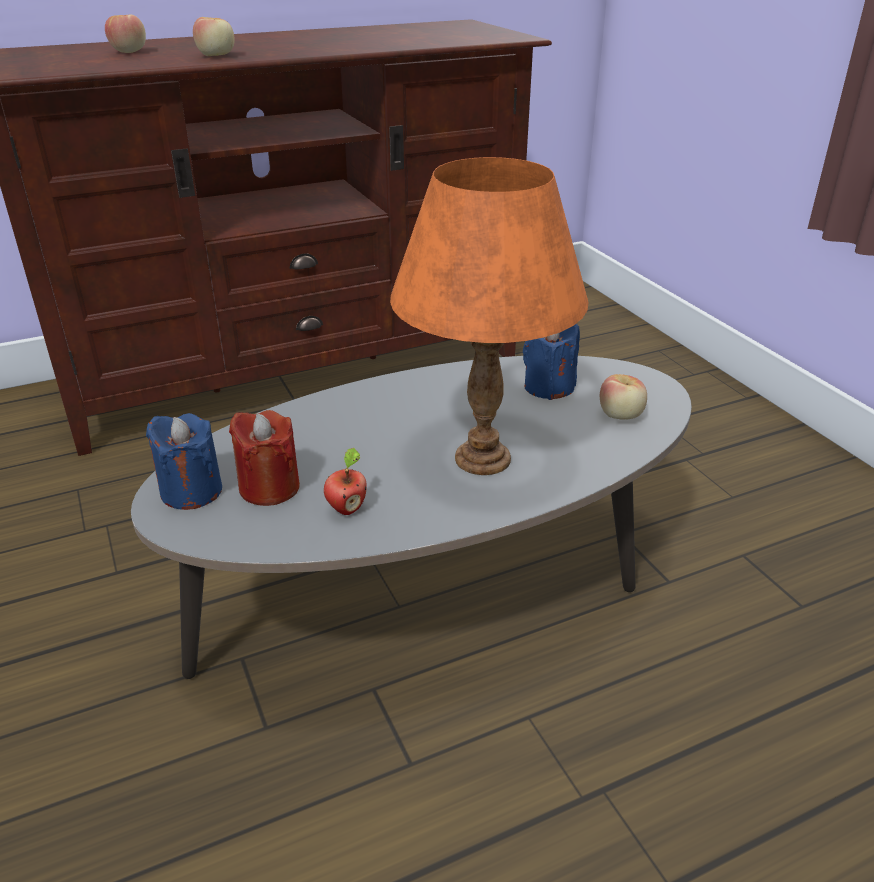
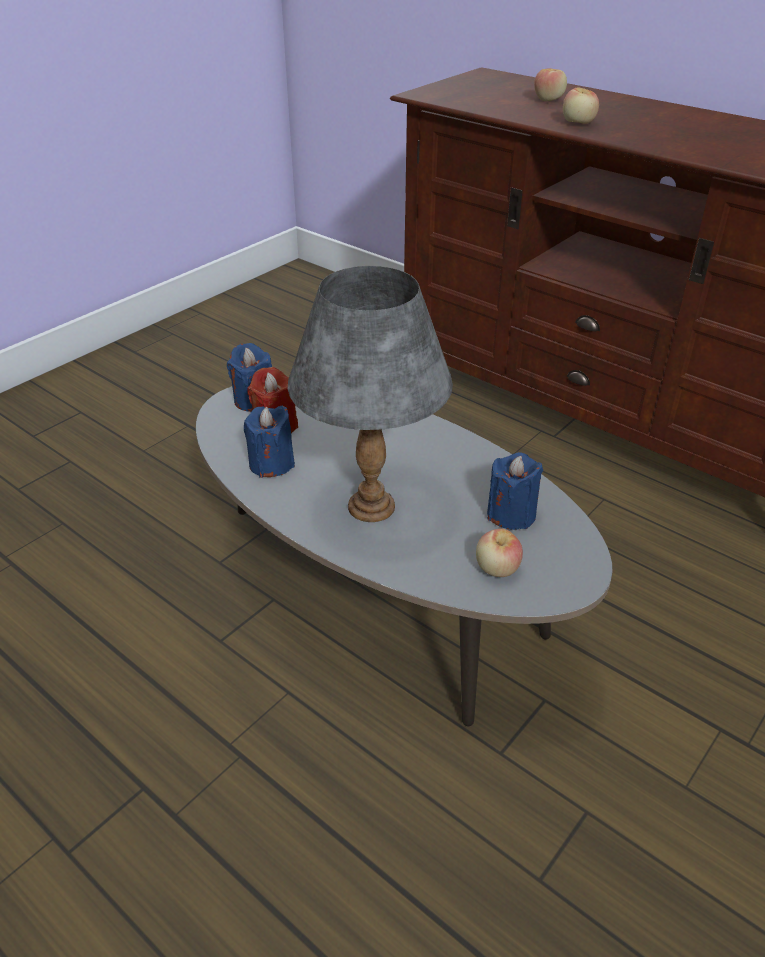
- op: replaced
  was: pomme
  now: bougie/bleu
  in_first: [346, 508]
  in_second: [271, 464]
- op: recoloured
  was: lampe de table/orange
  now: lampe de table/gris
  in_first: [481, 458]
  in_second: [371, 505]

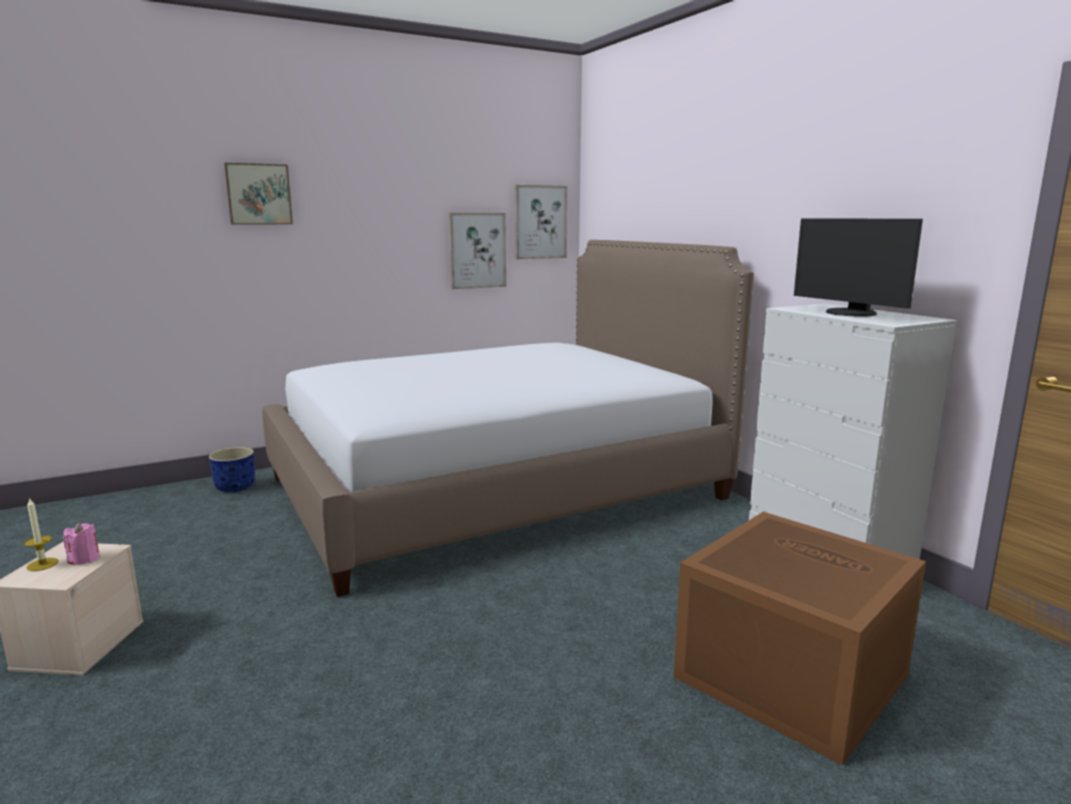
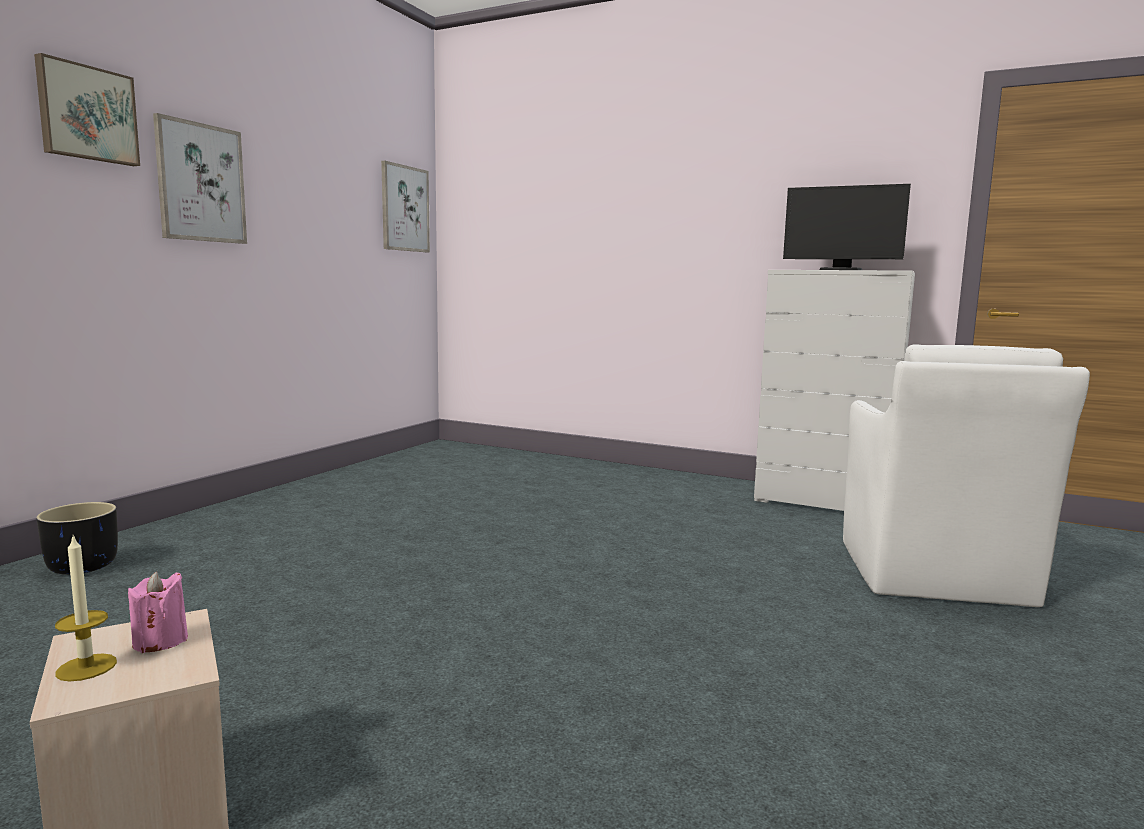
- op: recoloured
  was: cache-pot/bleu
  now: cache-pot/noir
  in_first: [236, 487]
  in_second: [83, 566]
- op: moved
  was: tableau
  in_first: [477, 250]
  in_second: [200, 183]
- op: replaced
  was: boîte de rangement/marron
  now: fauteuil/blanc
  in_first: [787, 676]
  in_second: [932, 574]
- op: removed
  was: lit
  in_first: [496, 488]

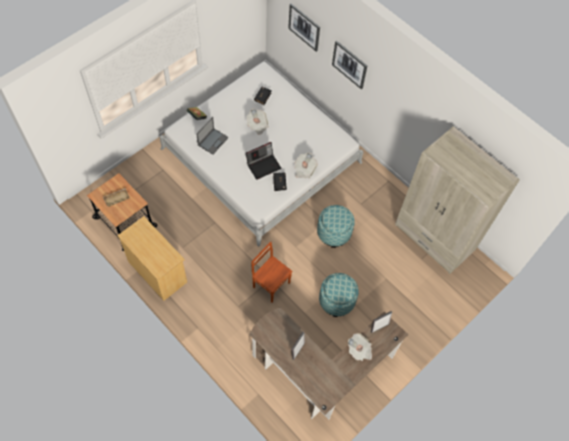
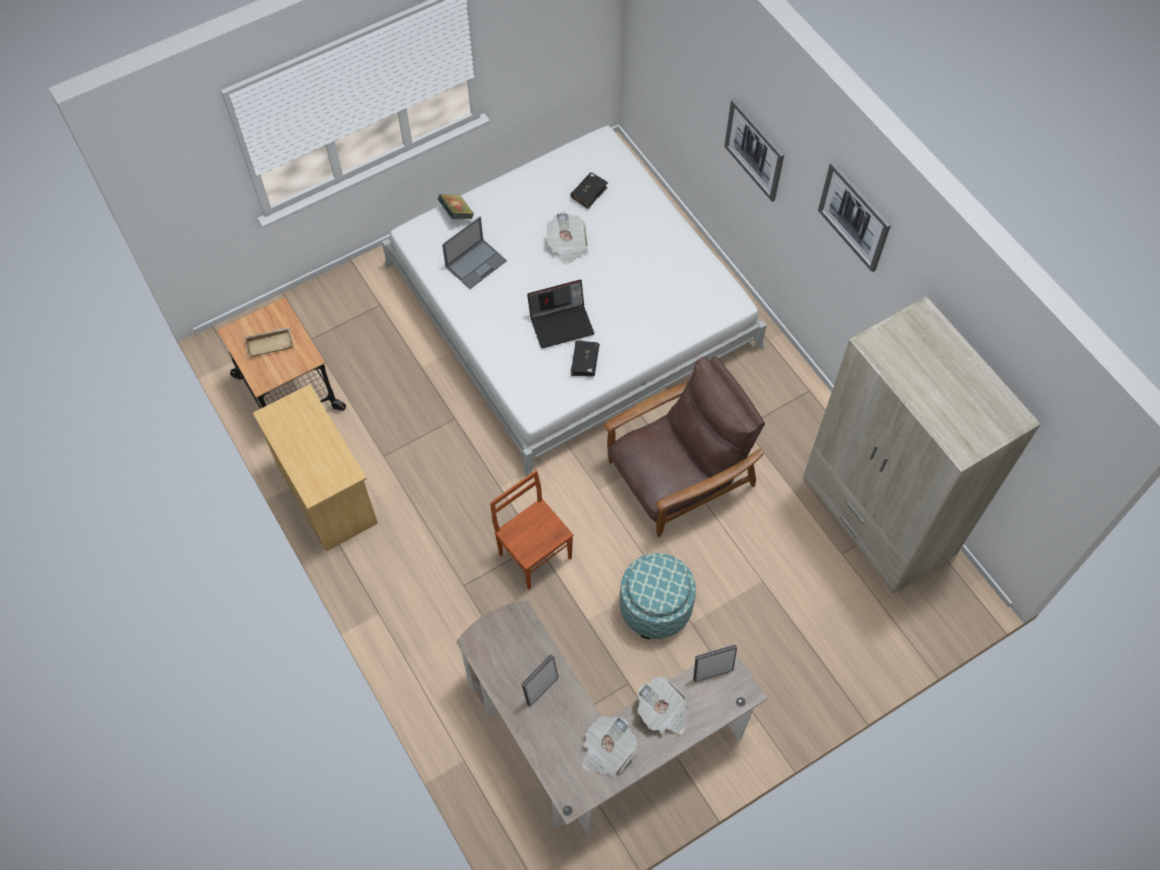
- op: moved
  was: journal
  in_first: [304, 169]
  in_second: [606, 751]
- op: replaced
  was: pouf
  now: fauteuil/marron
  in_first: [334, 232]
  in_second: [679, 475]
- op: moved
  was: tableau
  in_first: [304, 27]
  in_second: [854, 216]

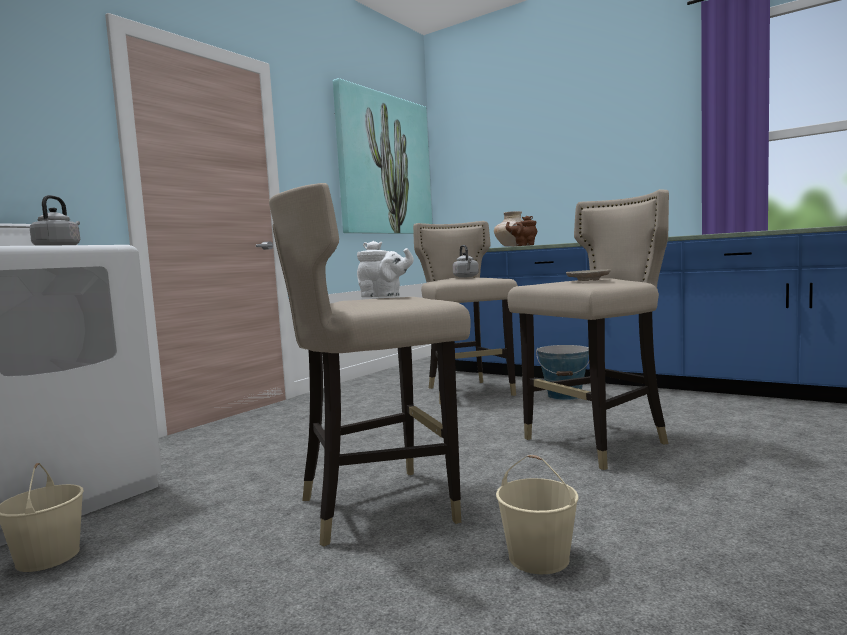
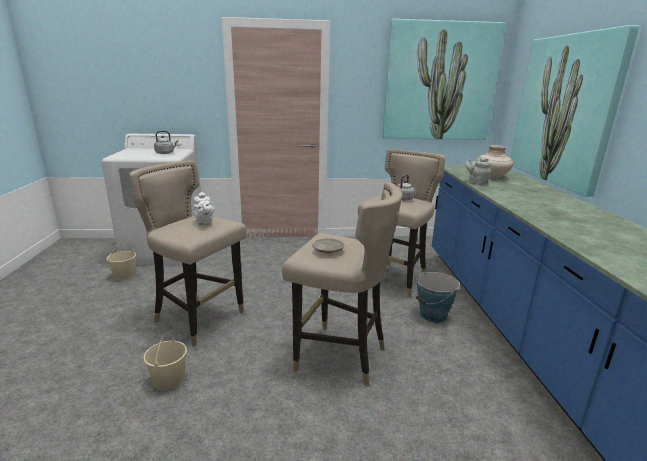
- op: recoloured
  was: théière/marron
  now: théière/gris
  in_first: [523, 245]
  in_second: [476, 182]
- op: added
  now: tableau
  in_second: [564, 110]

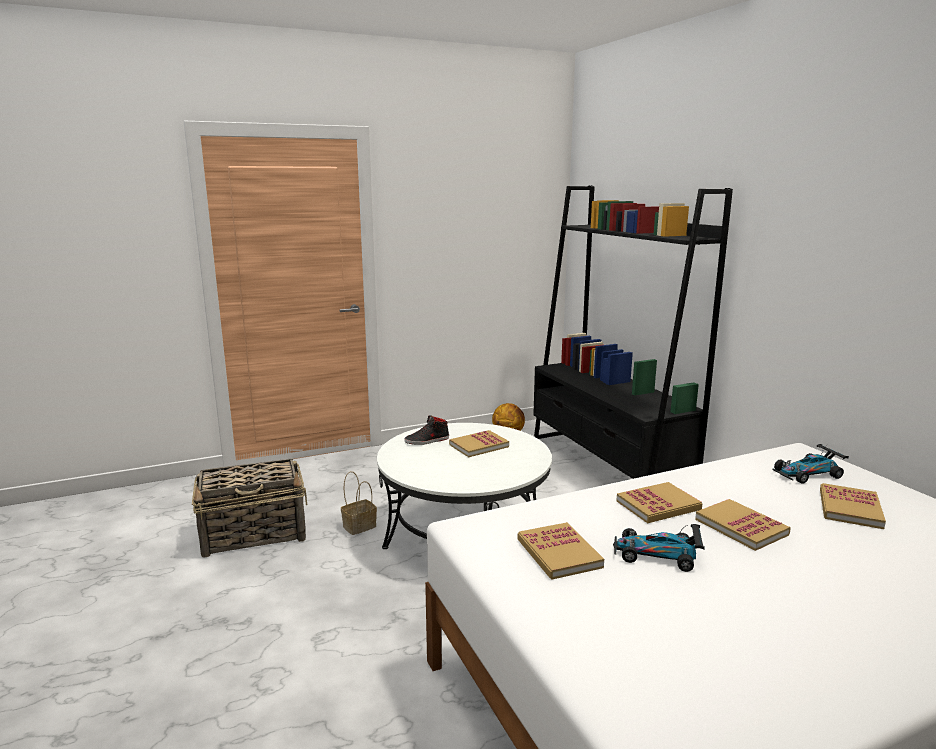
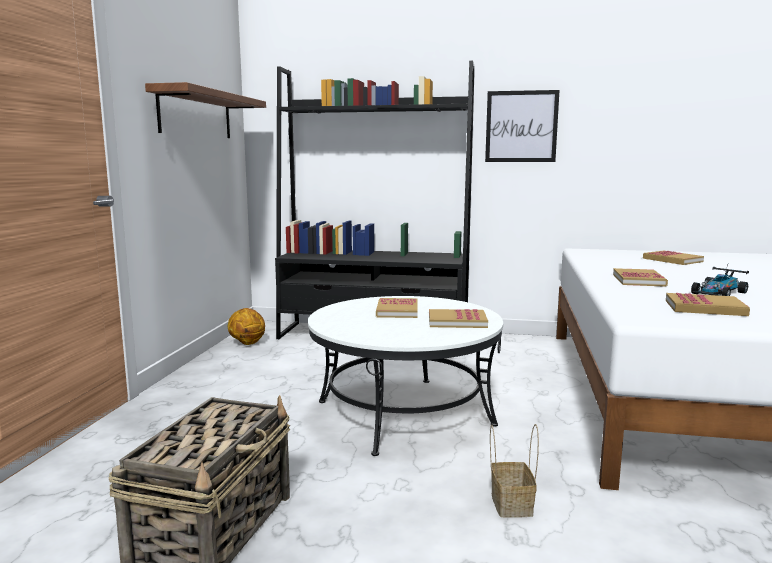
- op: added
  now: étagère
  in_second: [196, 115]
- op: moved
  was: livre
  in_first: [741, 527]
  in_second: [457, 321]
- op: added
  now: tableau
  in_second: [521, 126]
- op: moved
  was: panier
  in_first: [360, 526]
  in_second: [510, 503]
- op: removed
  was: chaussure/noir
  in_first: [427, 440]
- op: removed
  was: petite voiture
  in_first: [807, 473]

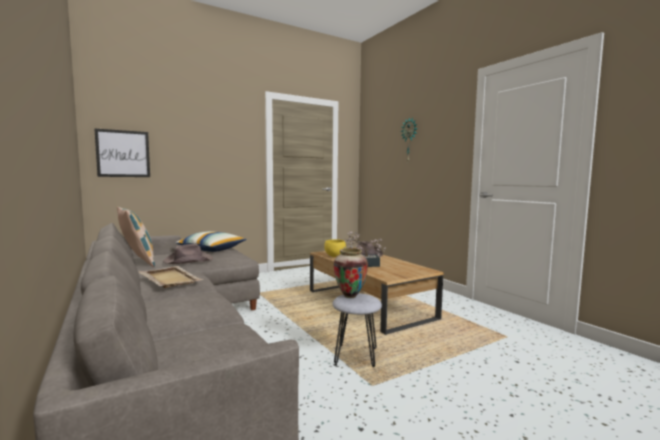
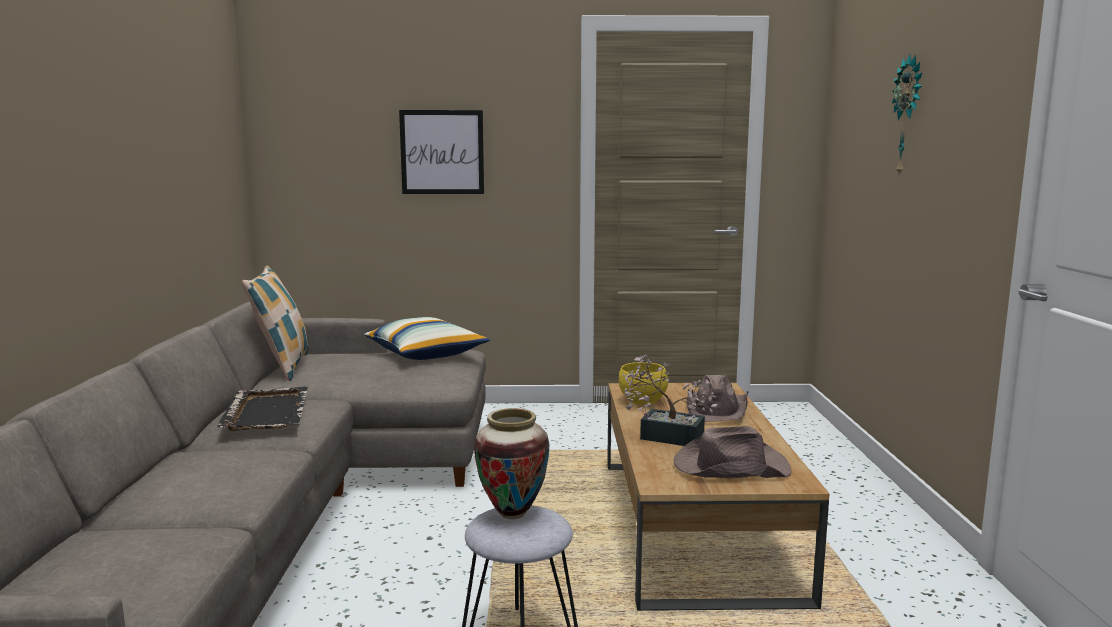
- op: recoloured
  was: plateau/beige
  now: plateau/noir
  in_first: [169, 278]
  in_second: [267, 412]
- op: moved
  was: tableau
  in_first: [123, 153]
  in_second: [442, 152]
- op: moved
  was: chapeau/marron
  in_first: [187, 260]
  in_second: [729, 467]

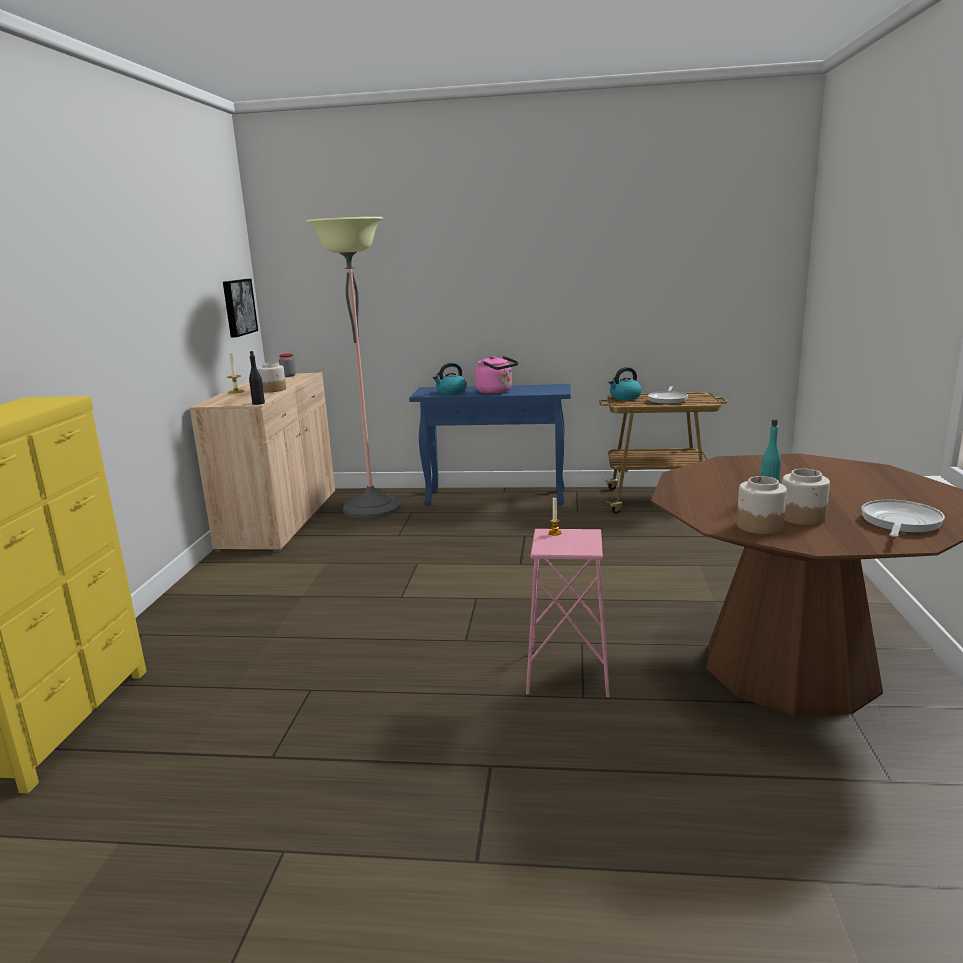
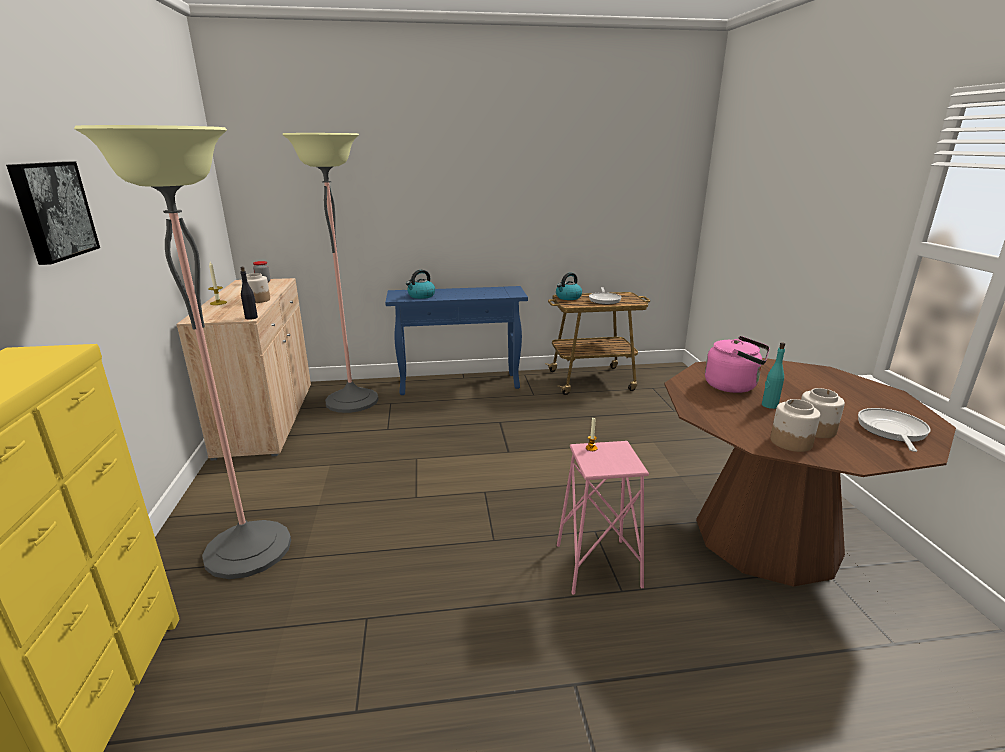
- op: moved
  was: tableau
  in_first: [238, 307]
  in_second: [52, 210]
- op: added
  now: lampadaire
  in_second: [248, 549]
- op: moved
  was: bouilloire/rose
  in_first: [496, 391]
  in_second: [734, 386]

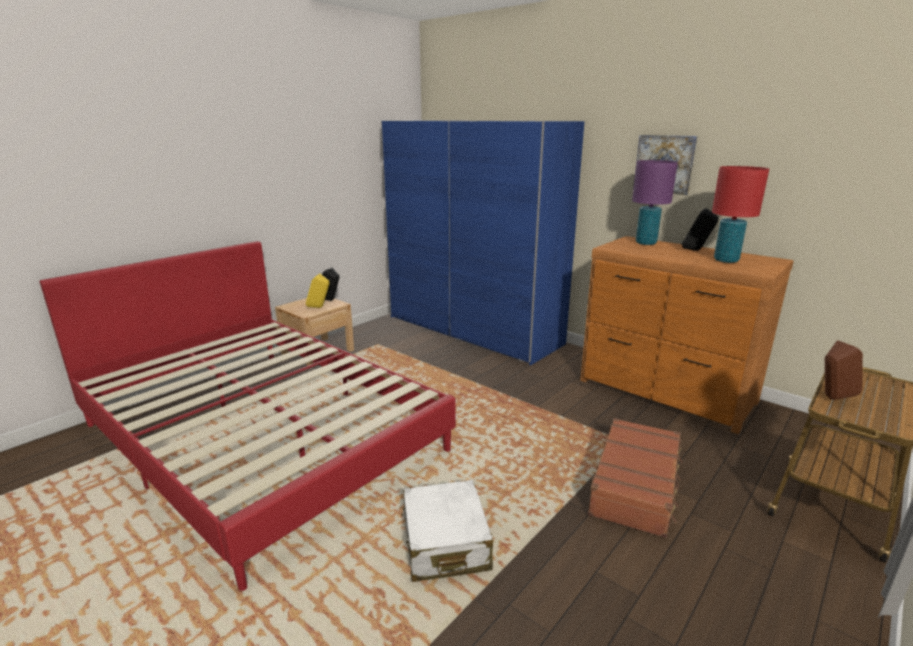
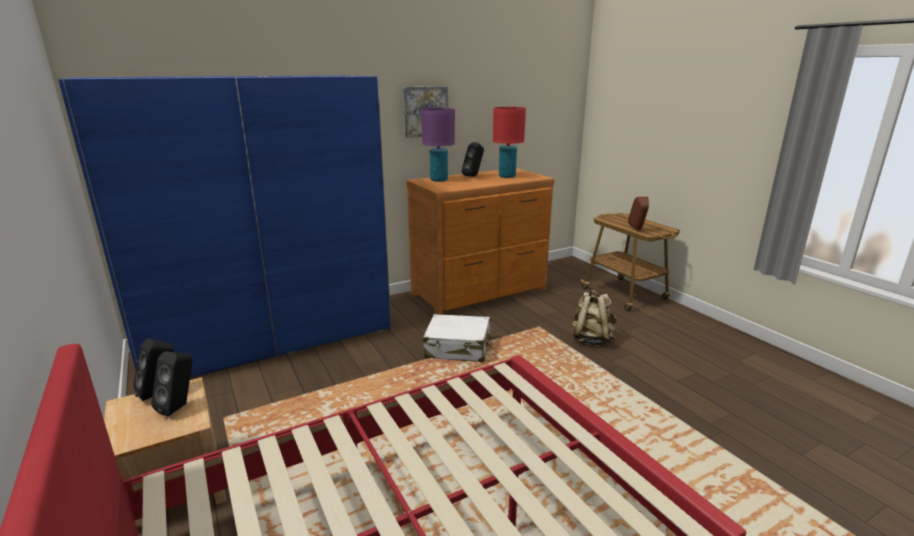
- op: recoloured
  was: enceinte/jaune
  now: enceinte/noir
  in_first: [319, 307]
  in_second: [180, 407]
- op: moved
  was: valise/blanc
  in_first: [445, 543]
  in_second: [458, 348]
- op: replaced
  was: valise/marron
  now: sac à dos/beige
  in_first: [636, 485]
  in_second: [591, 339]

